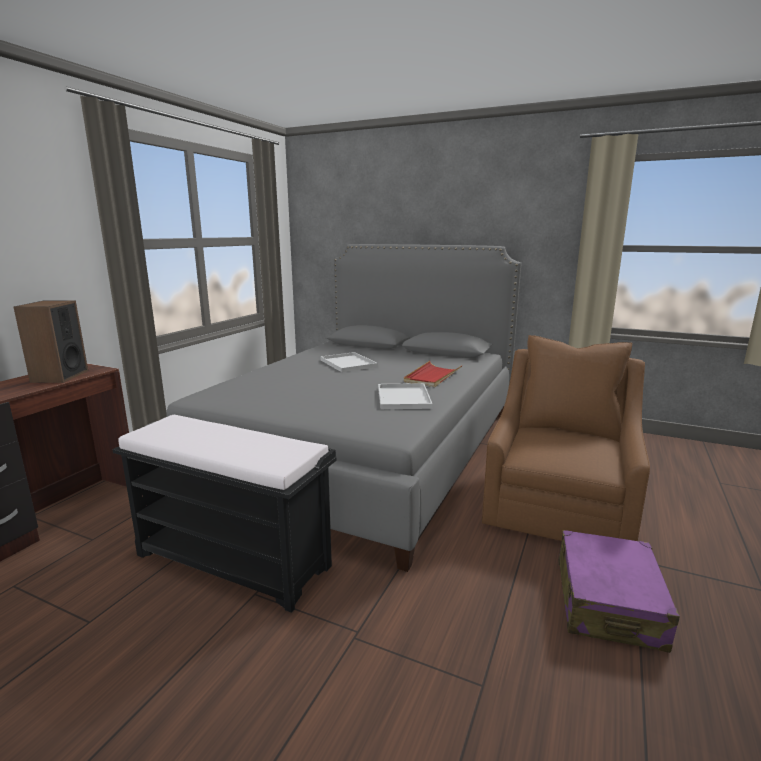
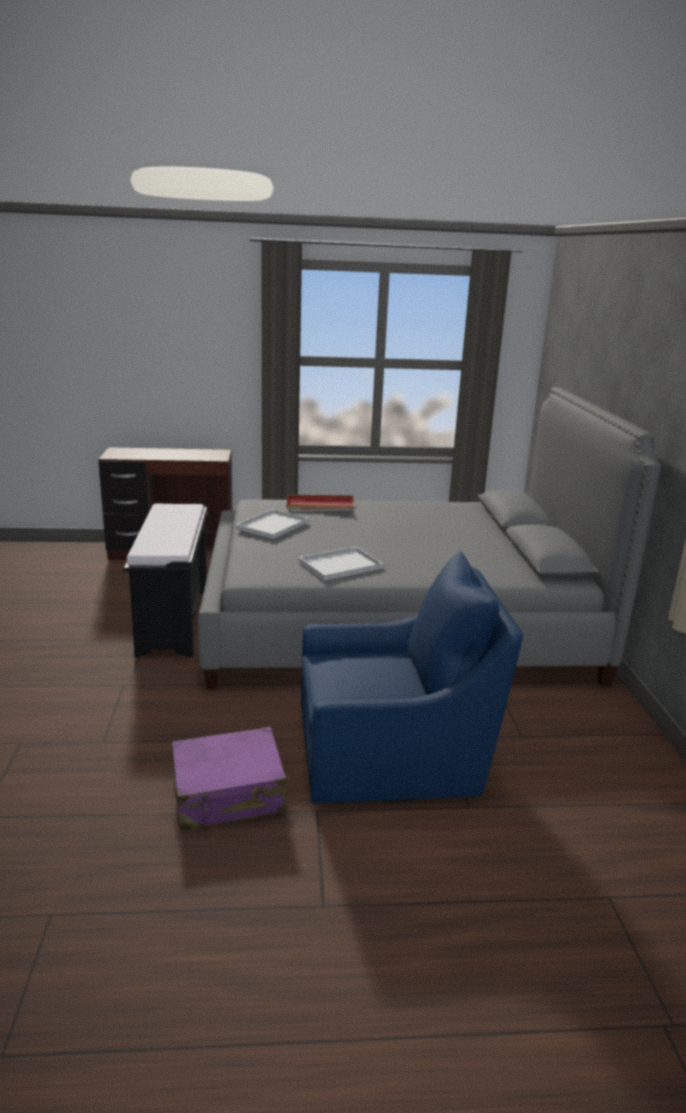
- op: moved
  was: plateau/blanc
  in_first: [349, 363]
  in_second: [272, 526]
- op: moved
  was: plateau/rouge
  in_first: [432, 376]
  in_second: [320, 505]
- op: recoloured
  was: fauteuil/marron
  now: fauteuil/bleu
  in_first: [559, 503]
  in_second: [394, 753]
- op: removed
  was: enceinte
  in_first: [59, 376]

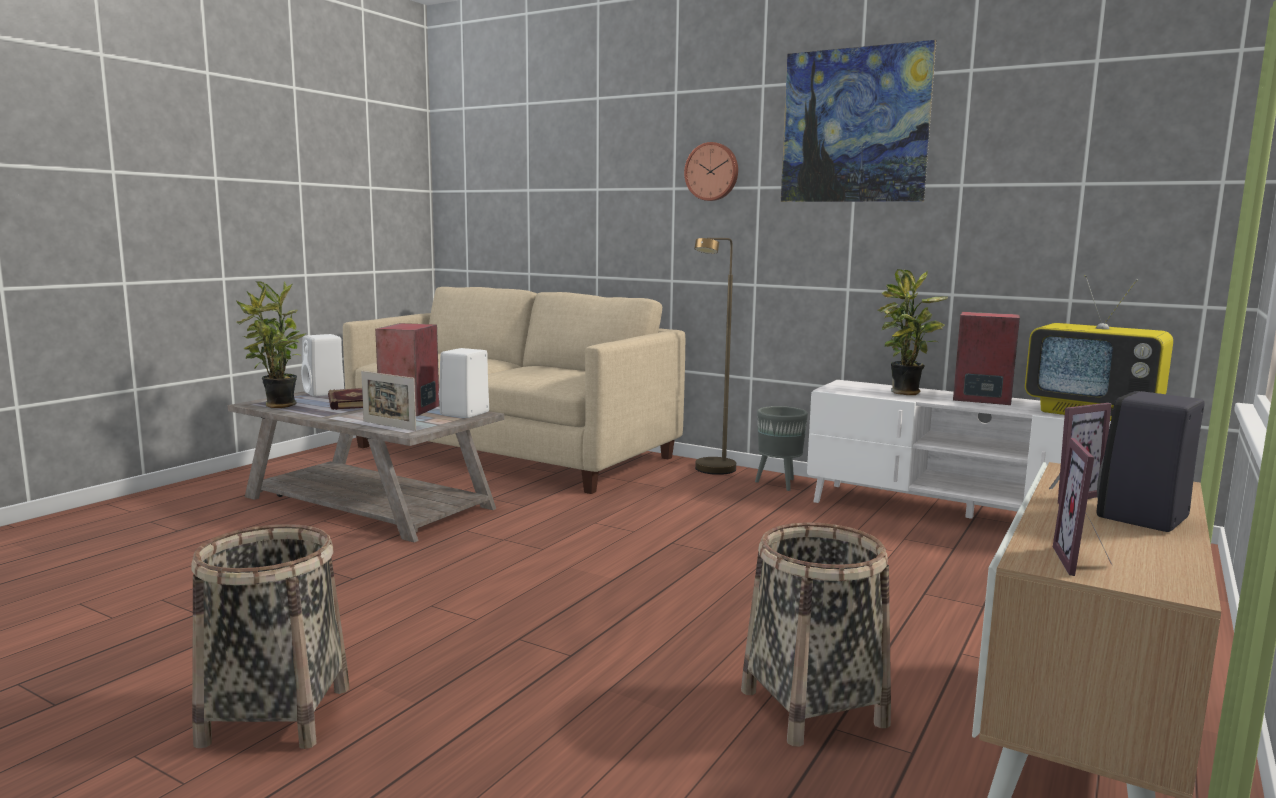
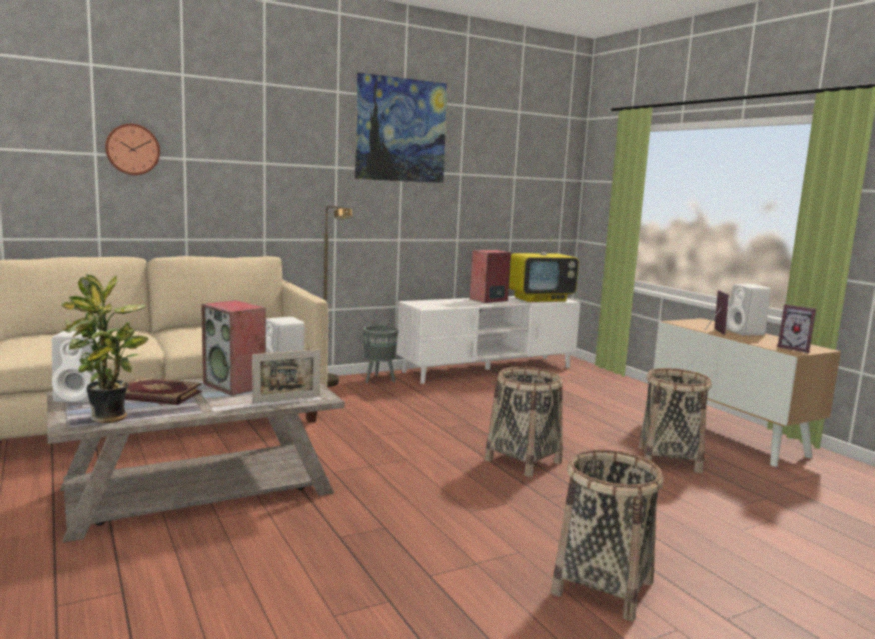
- op: moved
  was: horloge murale
  in_first: [712, 172]
  in_second: [132, 149]
- op: added
  now: panier
  in_second: [523, 461]
- op: recoloured
  was: enceinte/noir
  now: enceinte/blanc
  in_first: [1142, 518]
  in_second: [746, 333]
- op: removed
  was: plante en pot
  in_first: [905, 393]

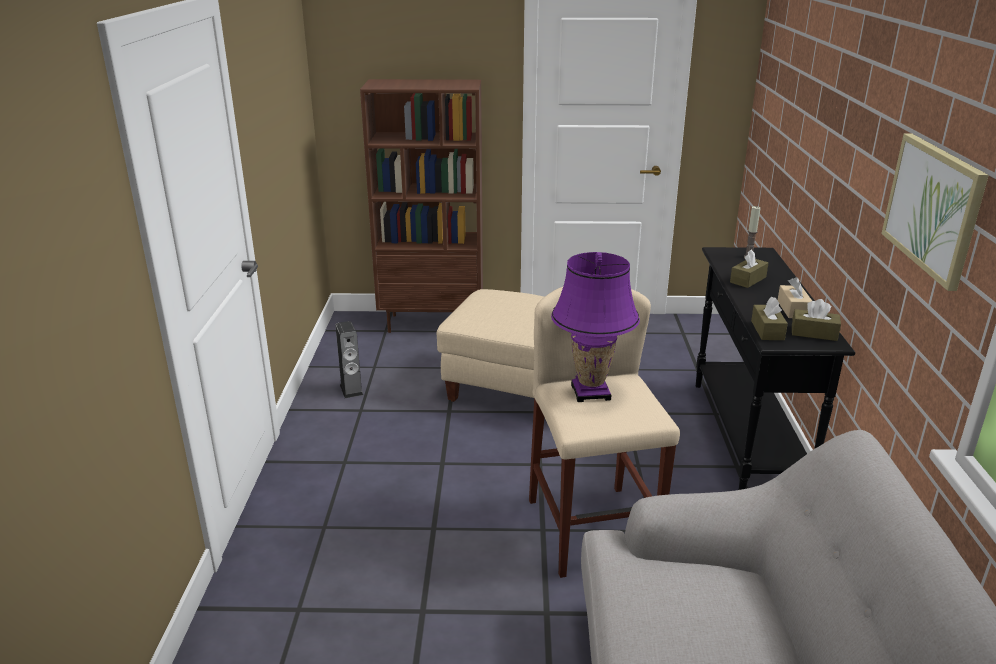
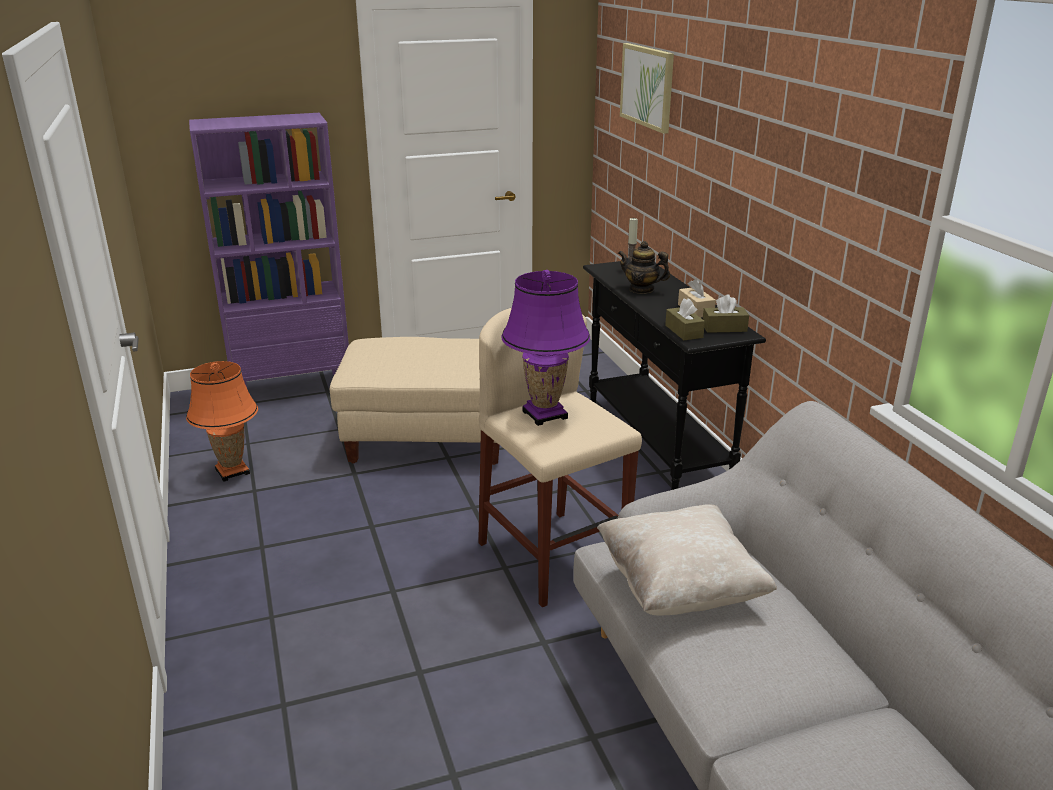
- op: replaced
  was: enceinte
  now: lampe de table/orange
  in_first: [351, 390]
  in_second: [233, 471]
- op: recoloured
  was: bibliothèque/marron
  now: bibliothèque/violet
  in_first: [432, 323]
  in_second: [293, 388]
- op: added
  now: coussin/beige
  in_second: [680, 588]
- op: replaced
  was: boîte à mouchoirs/marron
  now: théière
  in_first: [748, 280]
  in_second: [641, 289]
- op: moved
  was: tableau
  in_first: [933, 207]
  in_second: [647, 86]

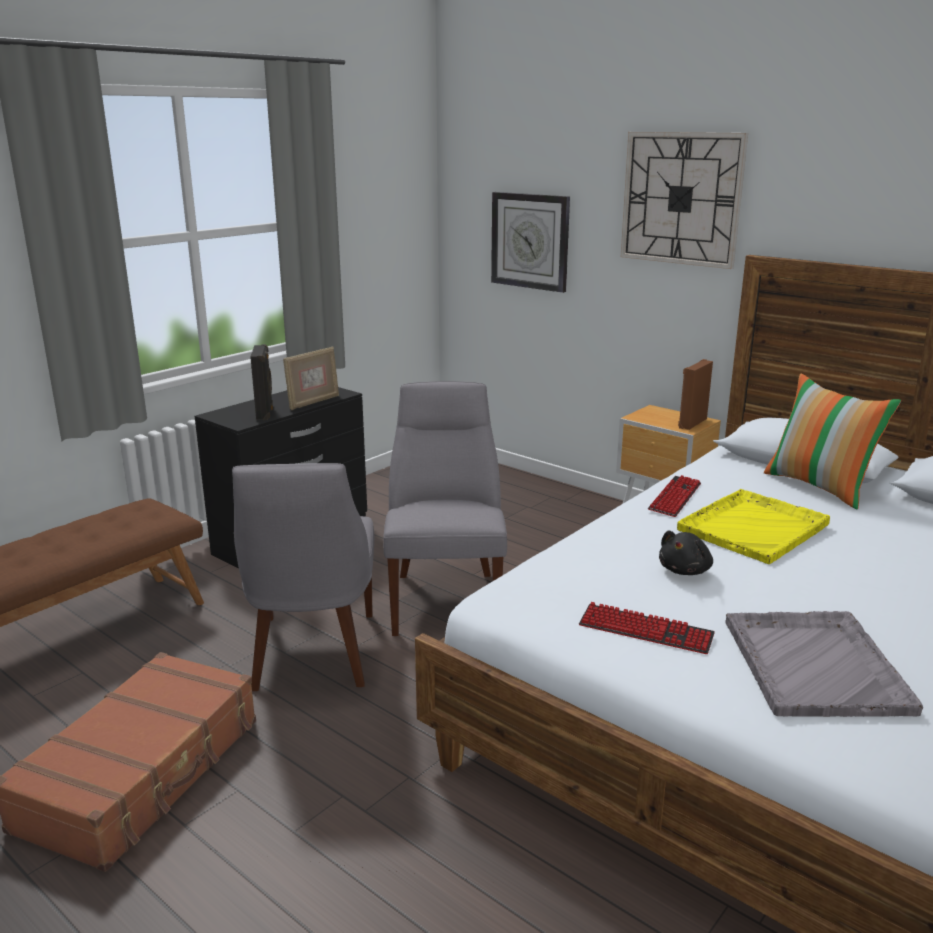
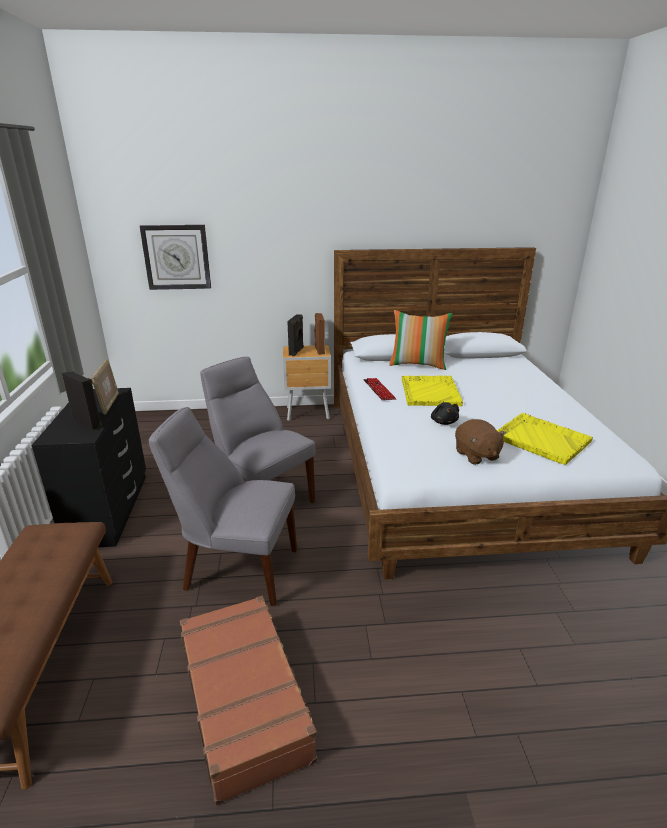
- op: turned
  was: chaise/gris
  in_first: [312, 655]
  in_second: [236, 568]
  clockwise: 150
- op: added
  now: enceinte/noir
  in_second: [296, 352]
- op: replaced
  was: clavier
  now: peluche/marron
  in_first: [645, 631]
  in_second: [476, 455]
- op: recoloured
  was: plateau/gris
  now: plateau/jaune
  in_first: [814, 664]
  in_second: [540, 439]
- op: removed
  was: horloge murale
  in_first: [681, 199]

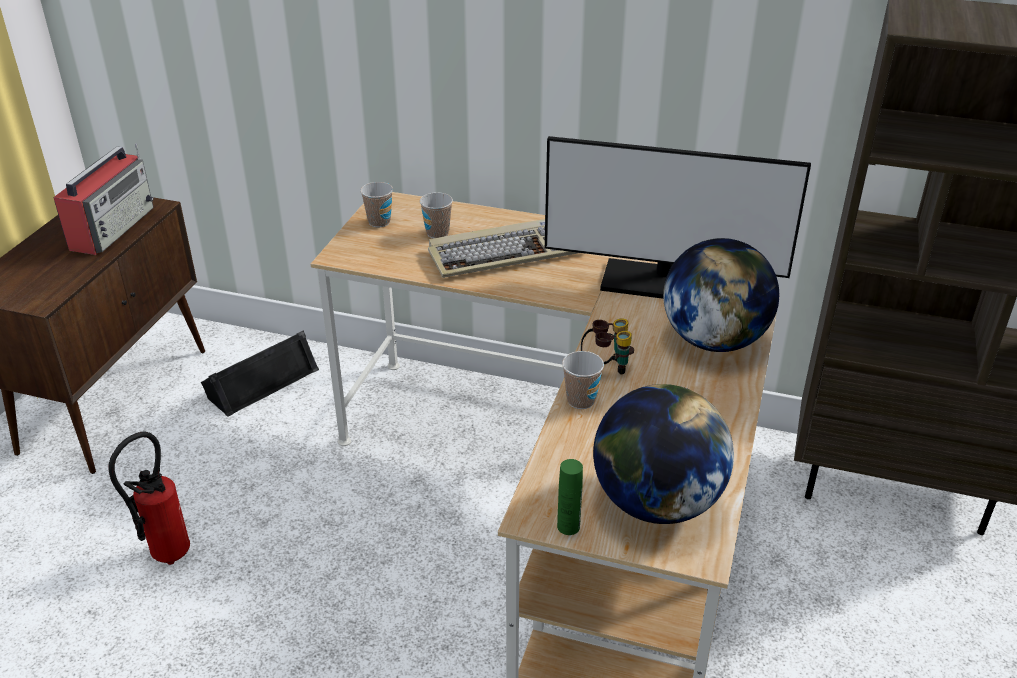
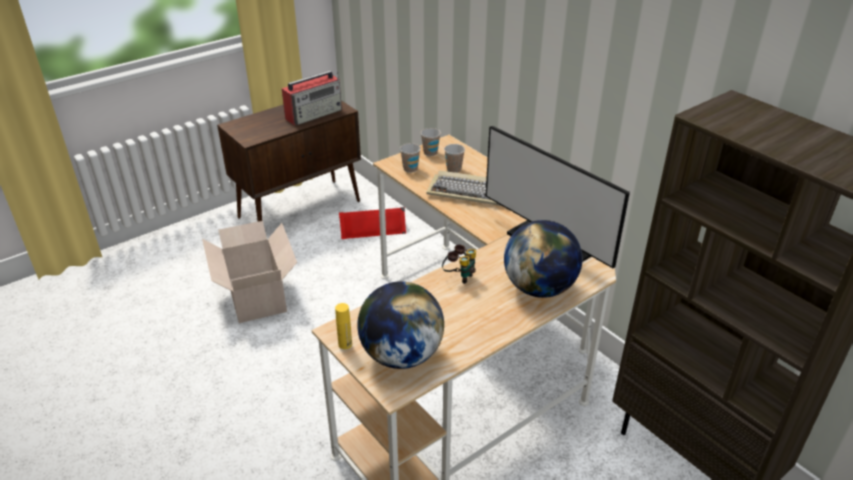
- op: replaced
  was: extincteur
  now: carton
  in_first: [164, 557]
  in_second: [256, 294]
- op: recoloured
  was: bouteille/vert
  now: bouteille/jaune
  in_first: [568, 526]
  in_second: [345, 344]
- op: recoloured
  was: enceinte/noir
  now: enceinte/rouge
  in_first: [261, 381]
  in_second: [372, 228]
- op: moved
  was: tasse
  in_first: [581, 400]
  in_second: [410, 169]

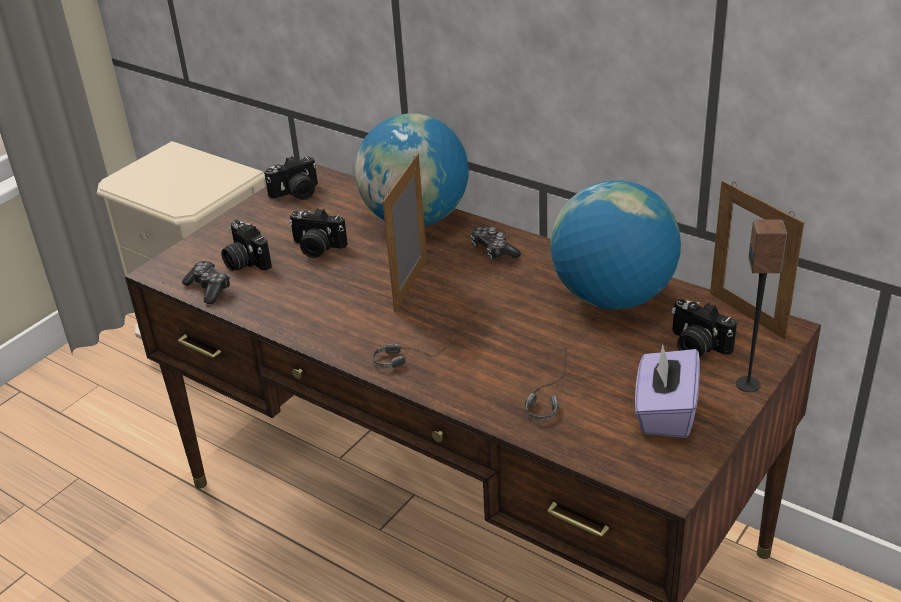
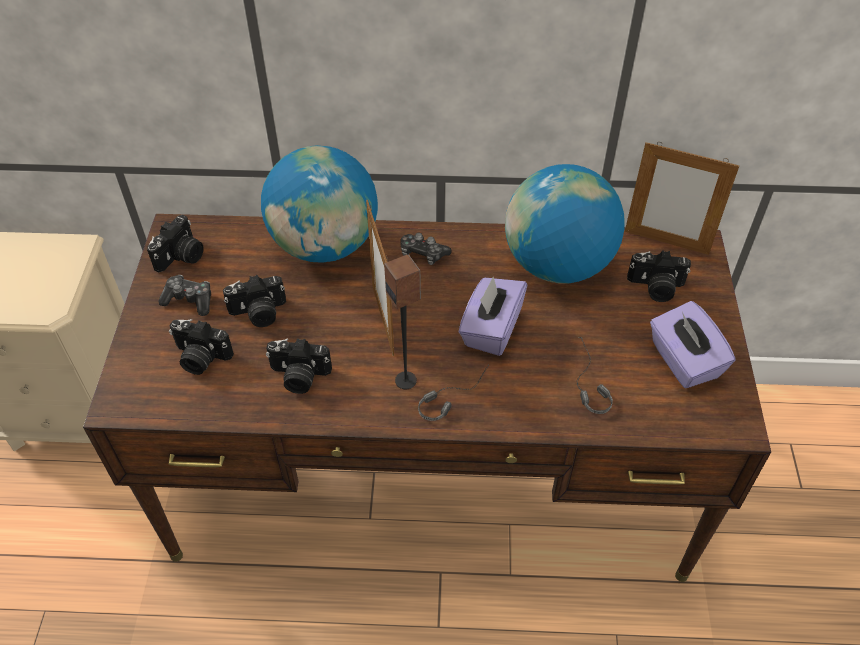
- op: moved
  was: manette
  in_first: [209, 288]
  in_second: [189, 300]
- op: added
  now: appareil photo
  in_second: [299, 377]
- op: moved
  was: enceinte
  in_first: [748, 384]
  in_second: [406, 380]
- op: added
  now: boîte à mouchoirs/violet
  in_second: [491, 329]

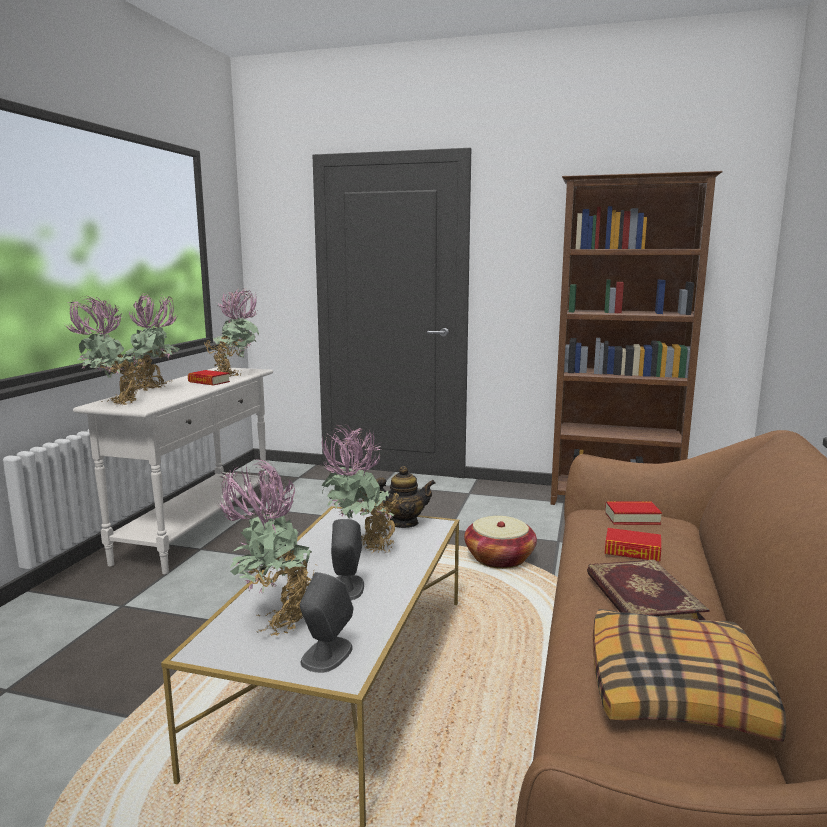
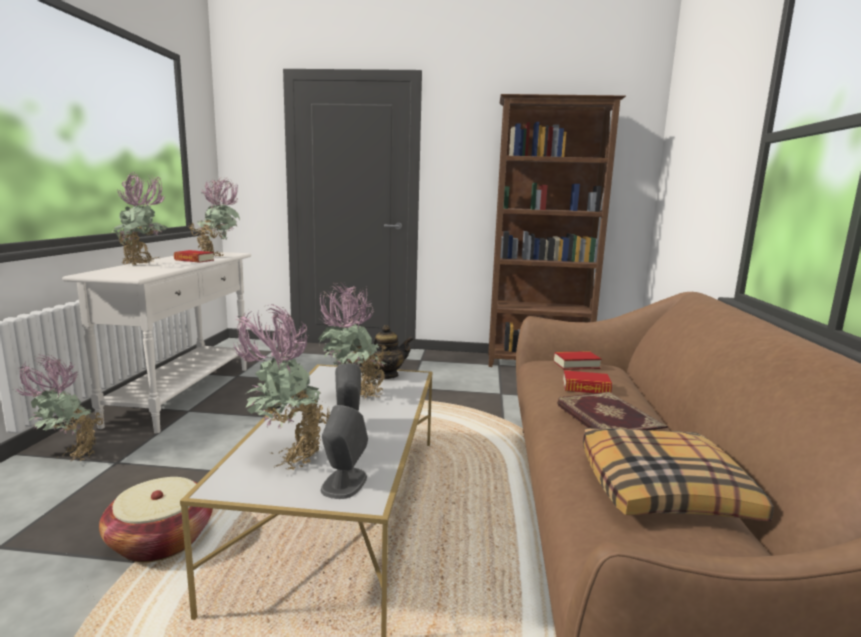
- op: moved
  was: plante en pot
  in_first: [112, 404]
  in_second: [68, 457]
- op: moved
  was: panier
  in_first: [499, 558]
  in_second: [161, 540]

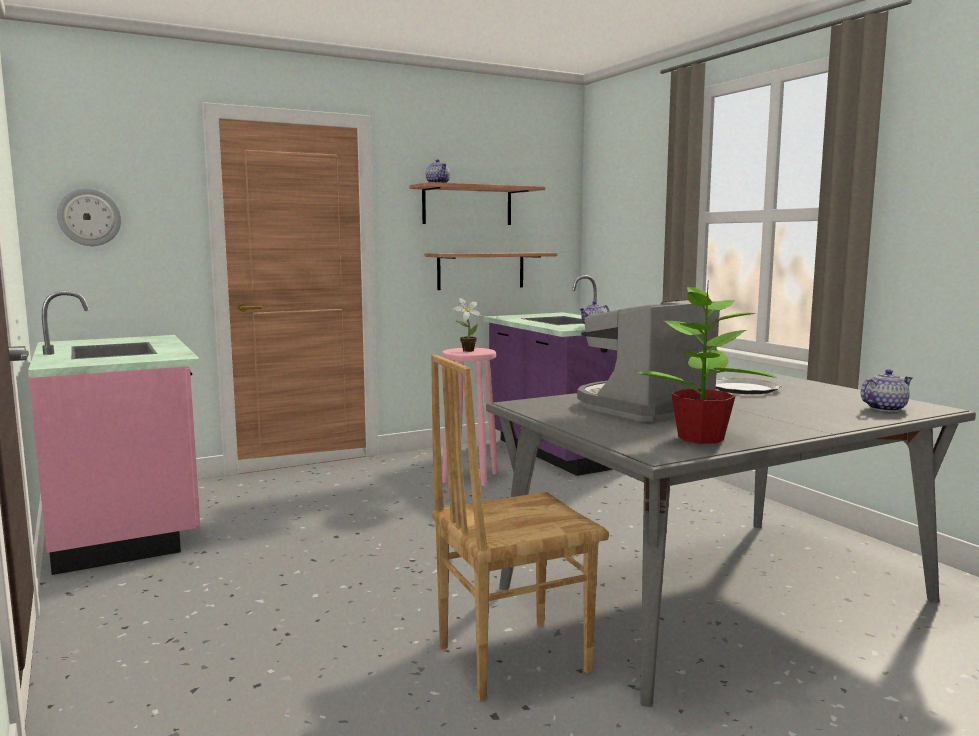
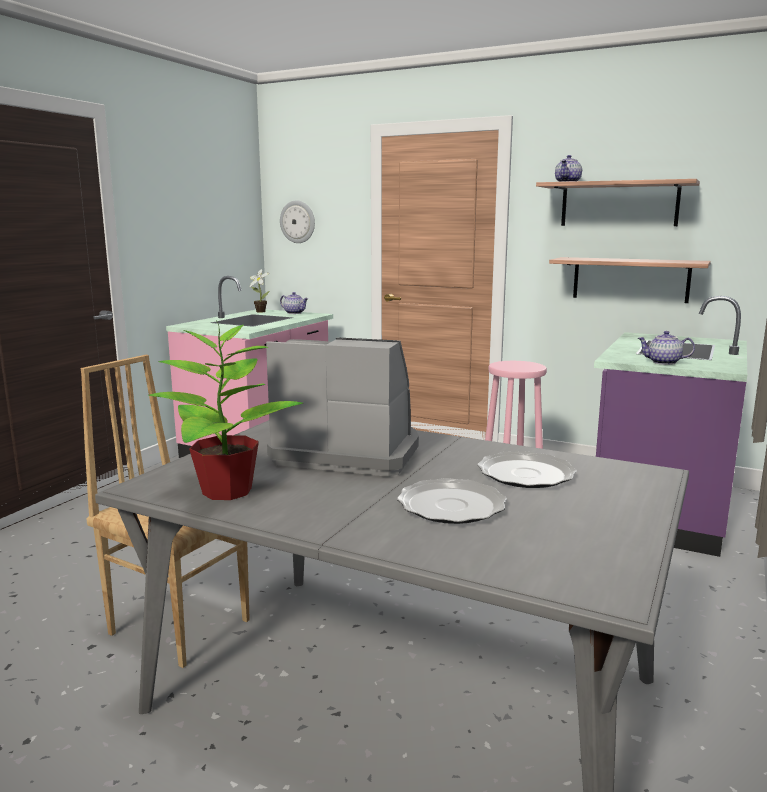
- op: moved
  was: plante en pot
  in_first: [466, 350]
  in_second: [260, 311]
- op: moved
  was: théière
  in_first: [884, 408]
  in_second: [295, 313]
- op: added
  now: assiette
  in_second: [451, 506]

